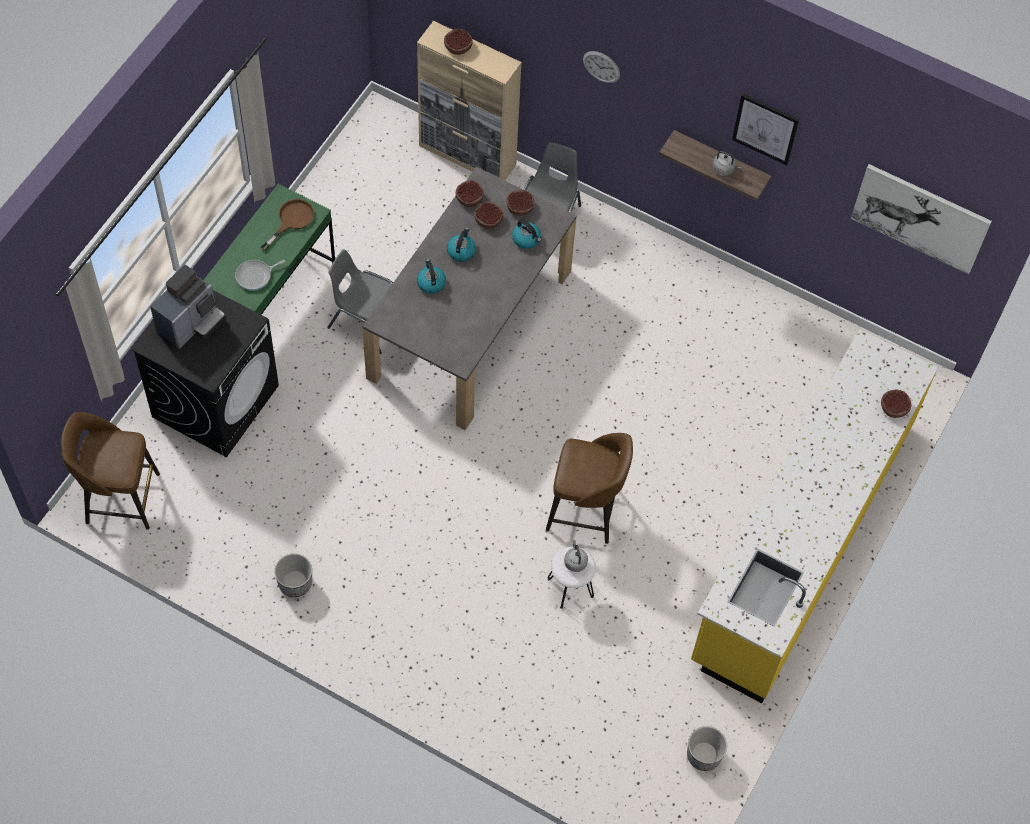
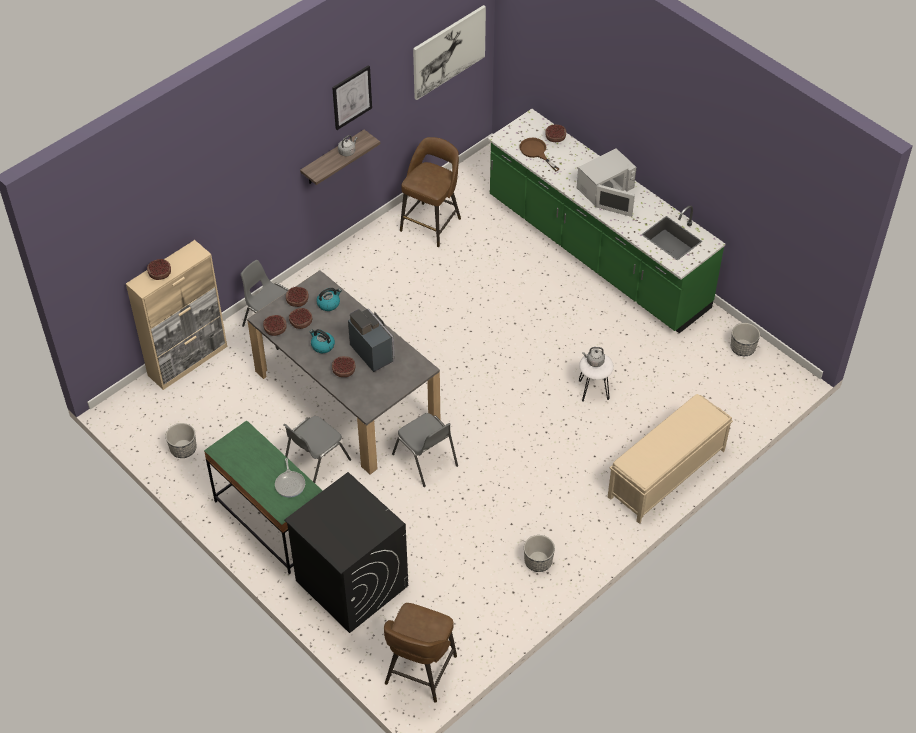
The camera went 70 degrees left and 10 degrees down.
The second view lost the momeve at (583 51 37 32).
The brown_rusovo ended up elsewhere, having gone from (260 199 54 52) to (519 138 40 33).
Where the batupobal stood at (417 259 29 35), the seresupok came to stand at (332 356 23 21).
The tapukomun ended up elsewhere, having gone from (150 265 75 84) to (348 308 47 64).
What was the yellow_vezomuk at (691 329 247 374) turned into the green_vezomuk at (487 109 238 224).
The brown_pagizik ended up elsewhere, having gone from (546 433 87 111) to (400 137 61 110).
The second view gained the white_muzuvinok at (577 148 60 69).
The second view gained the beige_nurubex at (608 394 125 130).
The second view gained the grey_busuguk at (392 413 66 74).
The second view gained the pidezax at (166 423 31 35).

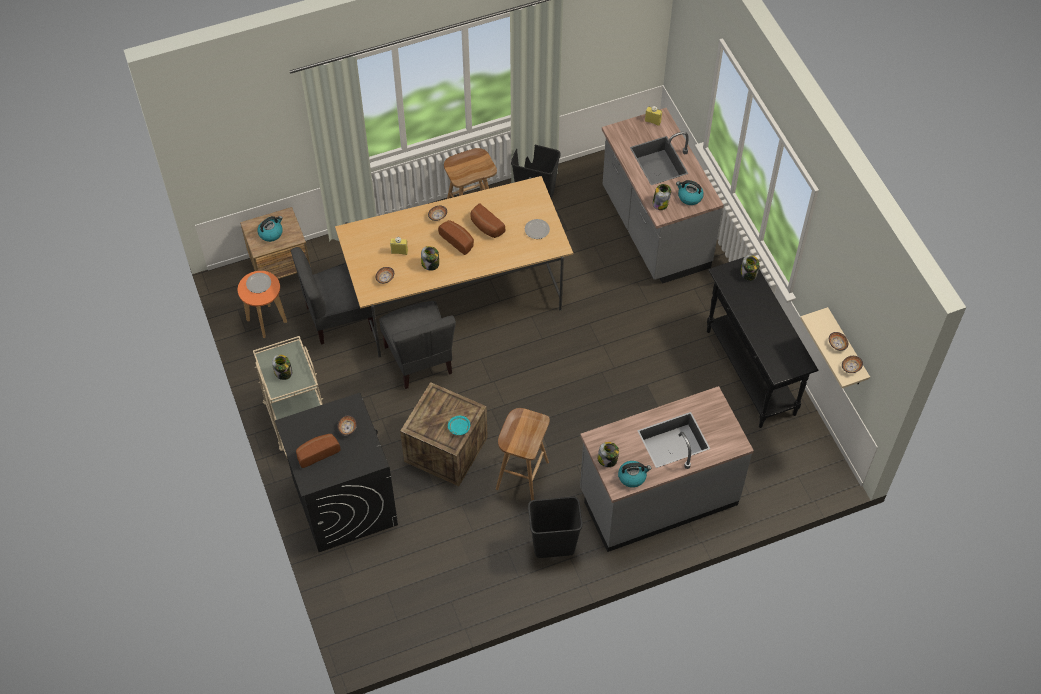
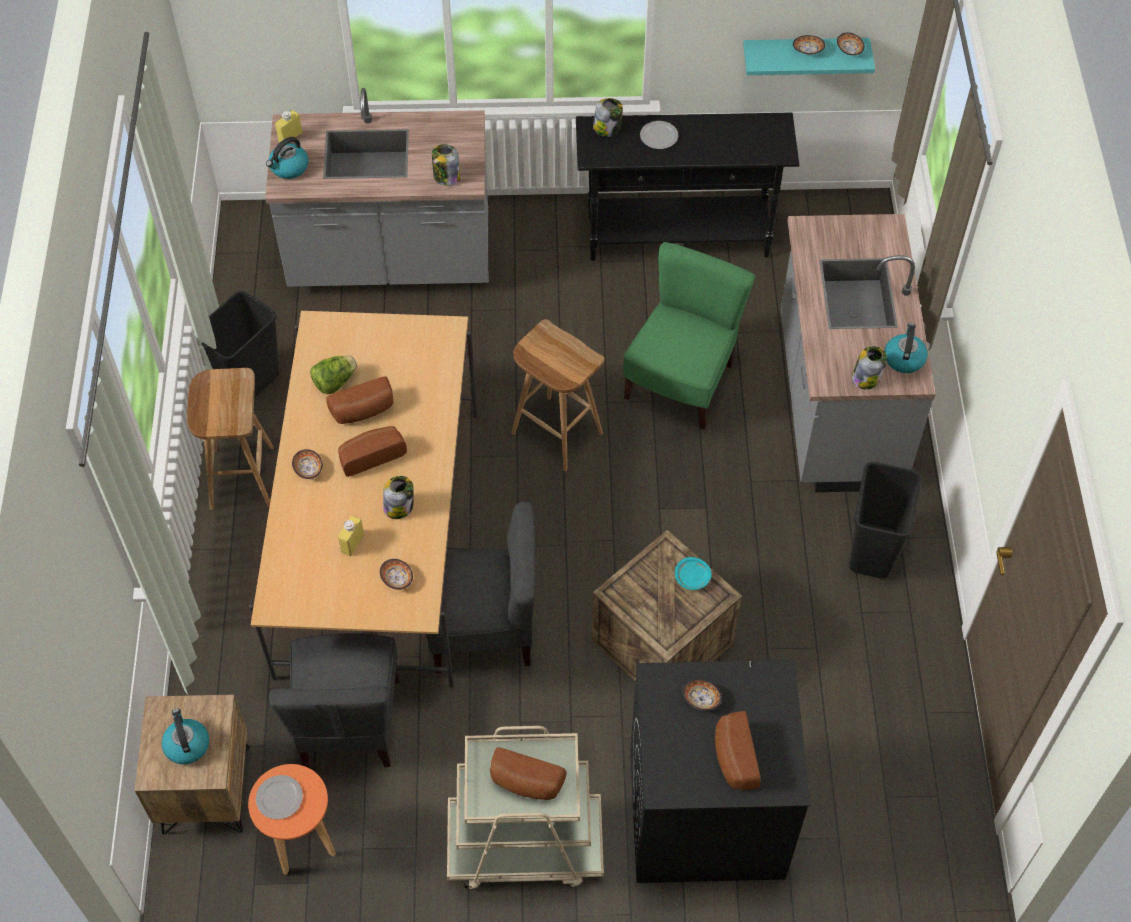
The camera went 70 degrees left and 0 degrees up.
The batupobal ended up elsewhere, having gone from (676 180 28 25) to (266 137 43 42).
The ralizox ended up elsewhere, having gone from (525 219 25 20) to (640 121 38 28).
What was the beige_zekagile at (800 307 70 81) turned into the turquoise_zekagile at (743 38 132 37).
Where the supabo stood at (272 355 20 25), the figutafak came to stand at (490 747 76 53).
The brown_pagizik ended up elsewhere, having gone from (496 408 54 93) to (511 319 94 152).
The second view gained the green_busuguk at (623 242 132 188).
The second view gained the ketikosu at (310 355 47 39).

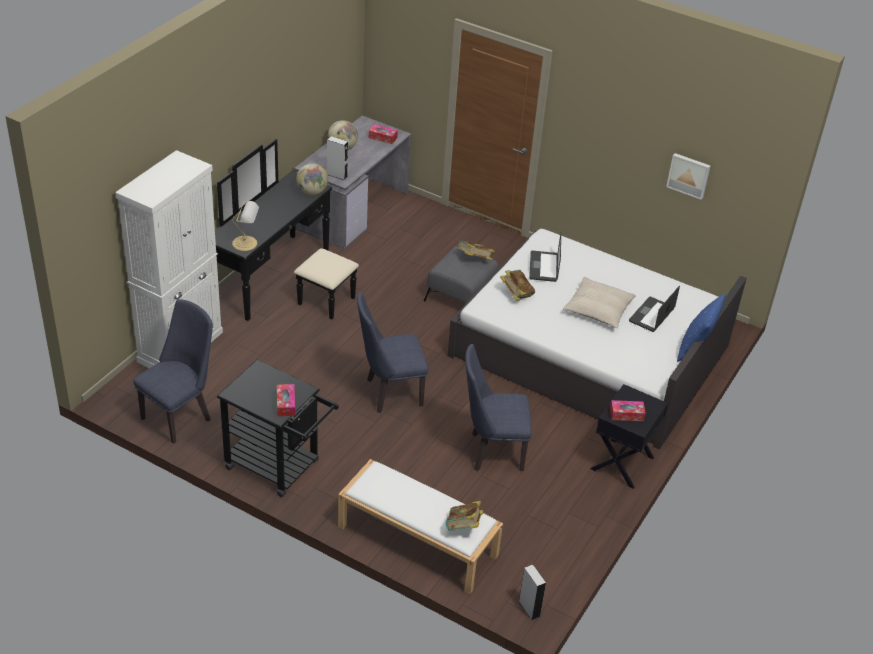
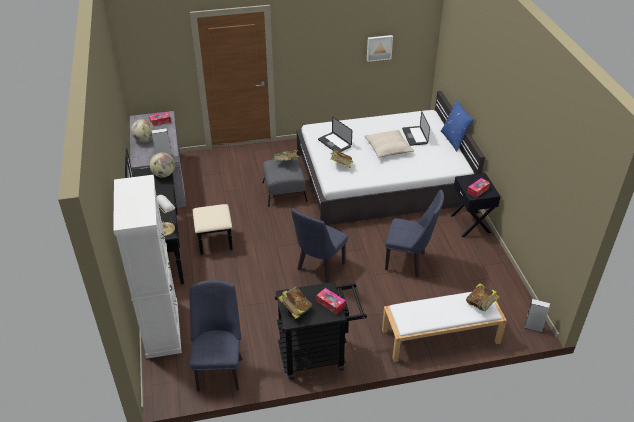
The camera went 40 degrees left and 0 degrees up.
The blue_busuguk at (465 344 67 127) ended up facing another way, 120 degrees counterclockwise from before.
The second view gained the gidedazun at (278 287 34 32).

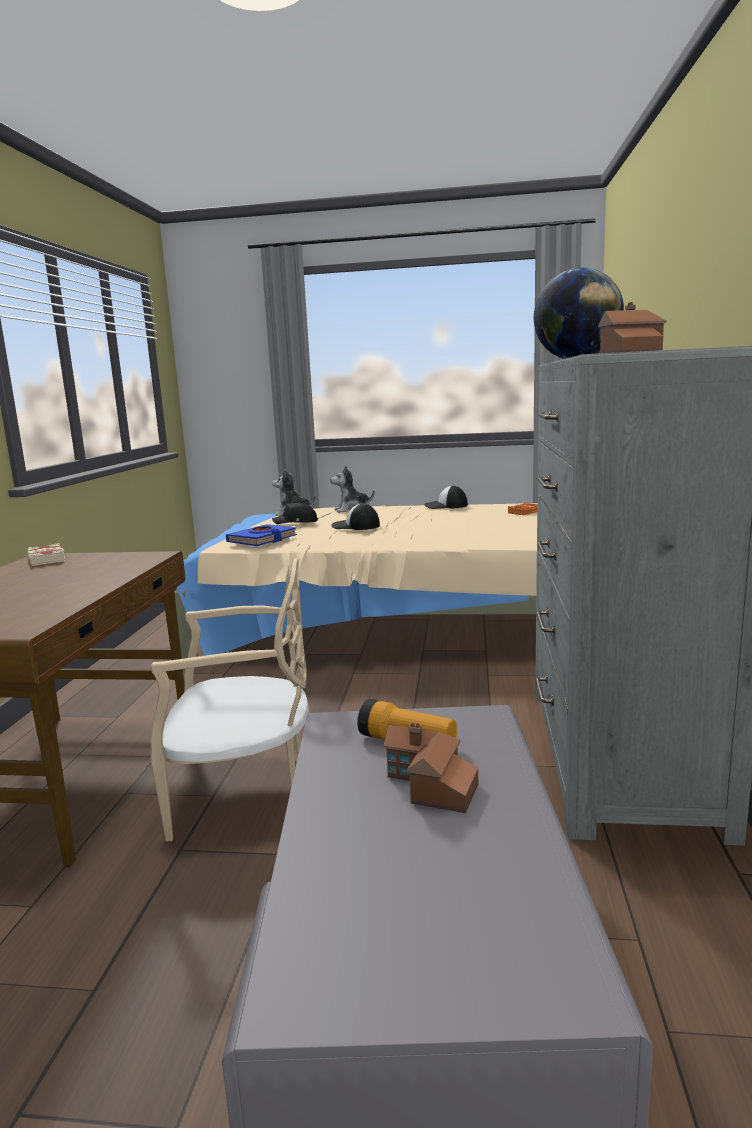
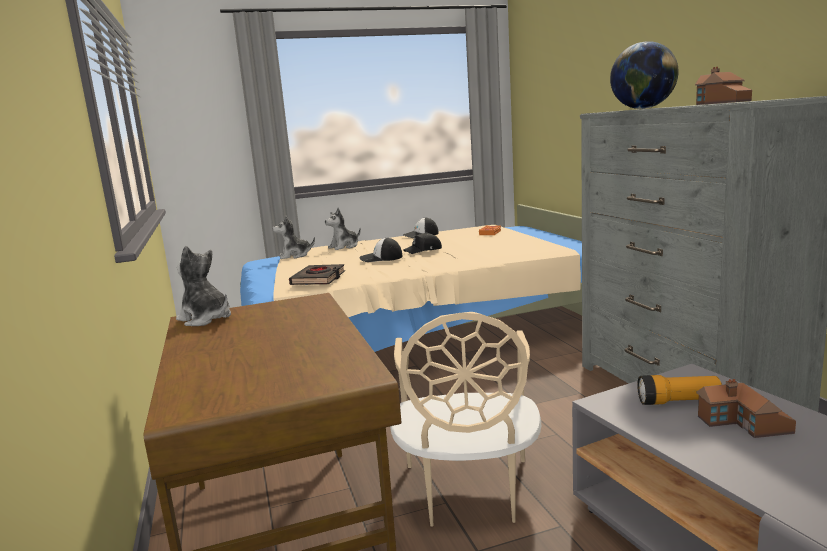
The camera went 25 degrees left and 0 degrees up.
The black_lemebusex ended up elsewhere, having gone from (272 502 46 22) to (403 233 39 21).
What was the blue_gidedazun at (226 524 71 22) turned into the black_gidedazun at (289 264 56 21).
Where the beige_gidedazun stood at (28 543 37 23), the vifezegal came to stand at (176 246 55 80).
The beige_busuguk at (151 558 158 284) ended up facing another way, 120 degrees clockwise from before.

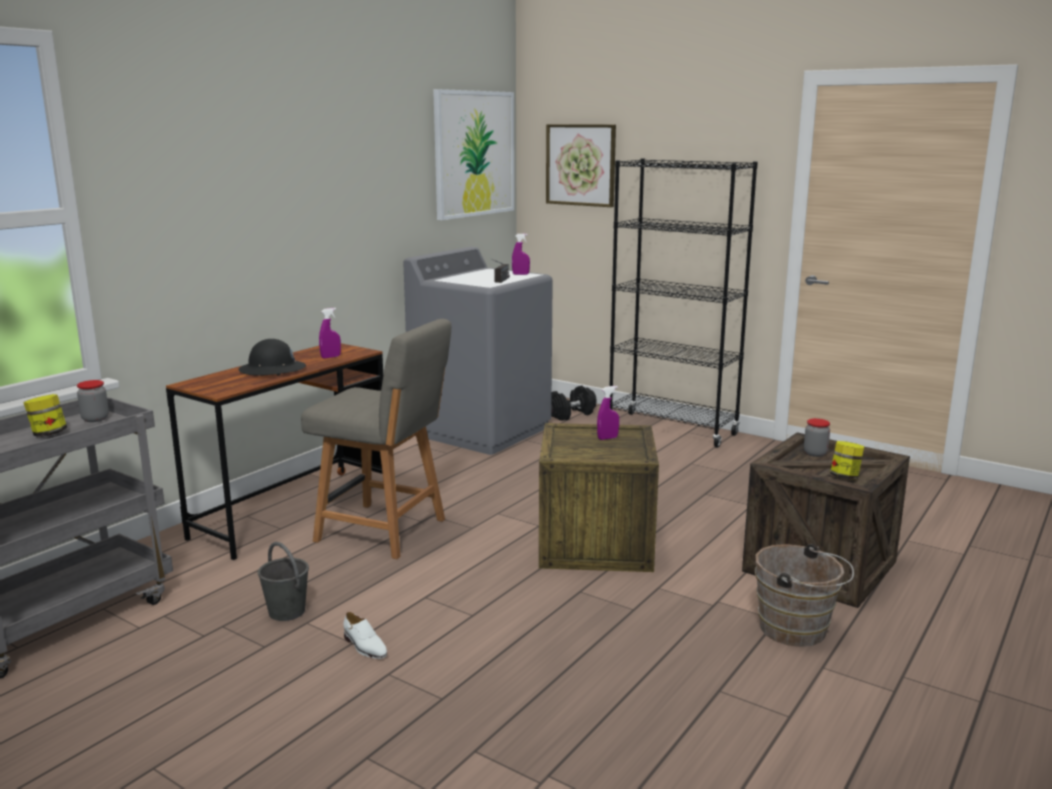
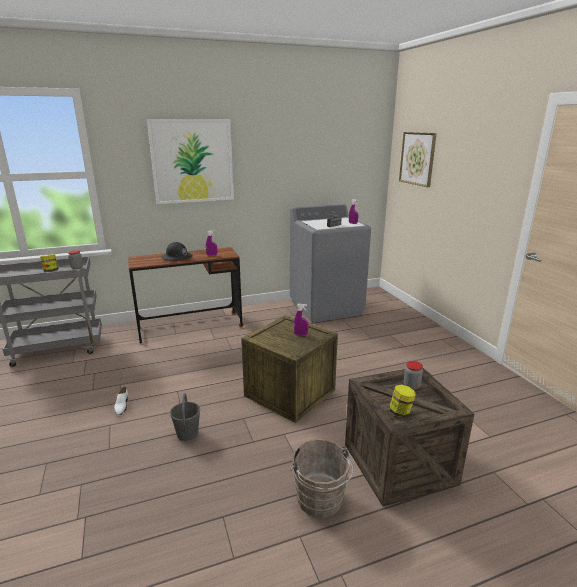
The camera went 35 degrees right and 5 degrees up.
The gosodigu ended up elsewhere, having gone from (433 89 81 131) to (147 119 87 85).
The second view lost the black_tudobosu at (610 158 148 290).
The second view lost the grey_busuguk at (301 319 150 240).
The second view lost the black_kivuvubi at (551 385 45 36).
The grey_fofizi ended up elsewhere, having gone from (258 542 51 79) to (170 393 30 48).

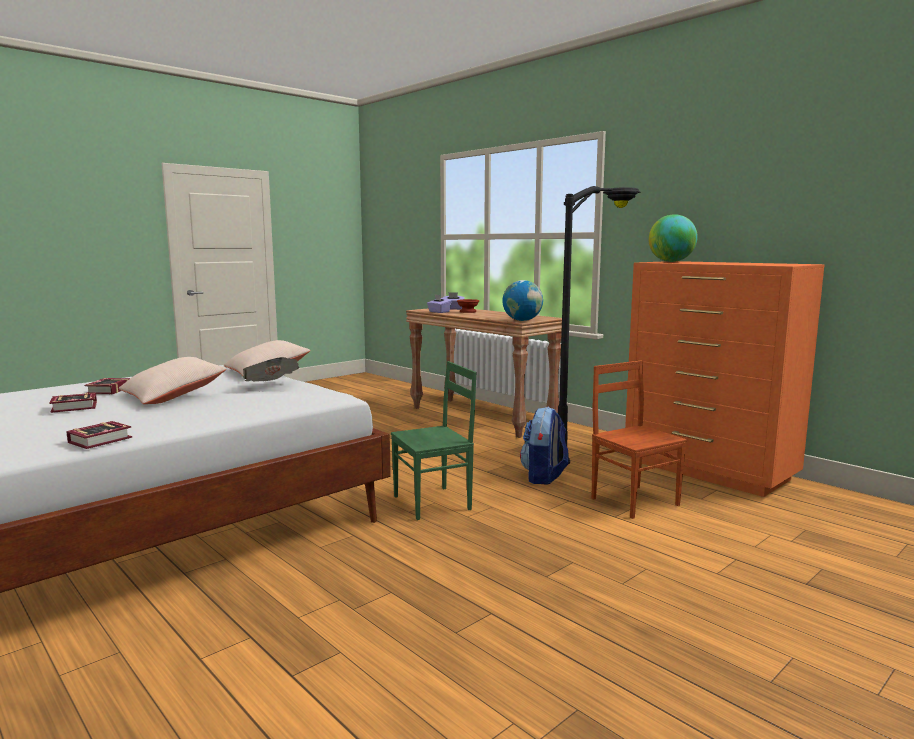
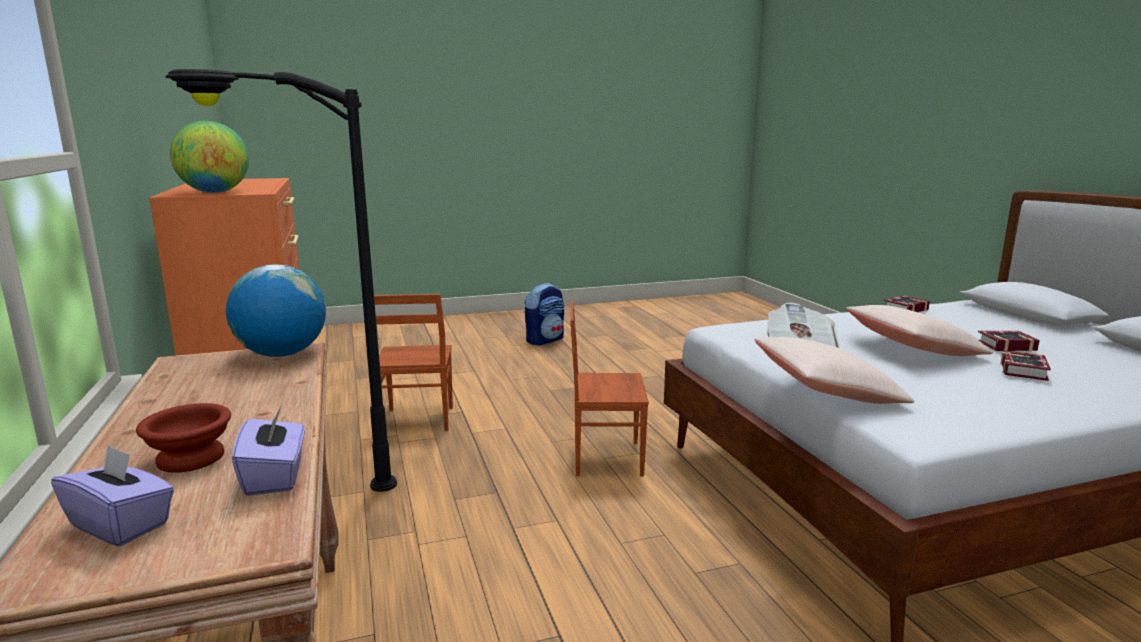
The camera went 155 degrees left and 5 degrees up.
What was the green_busuguk at (391 361 86 159) turned into the brown_busuguk at (570 300 79 176).
The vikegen ended up elsewhere, having gone from (520 407 49 78) to (525 283 40 62).

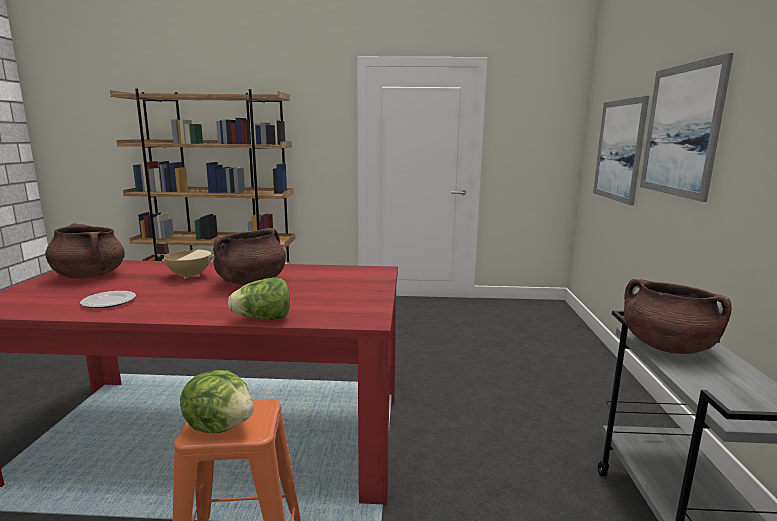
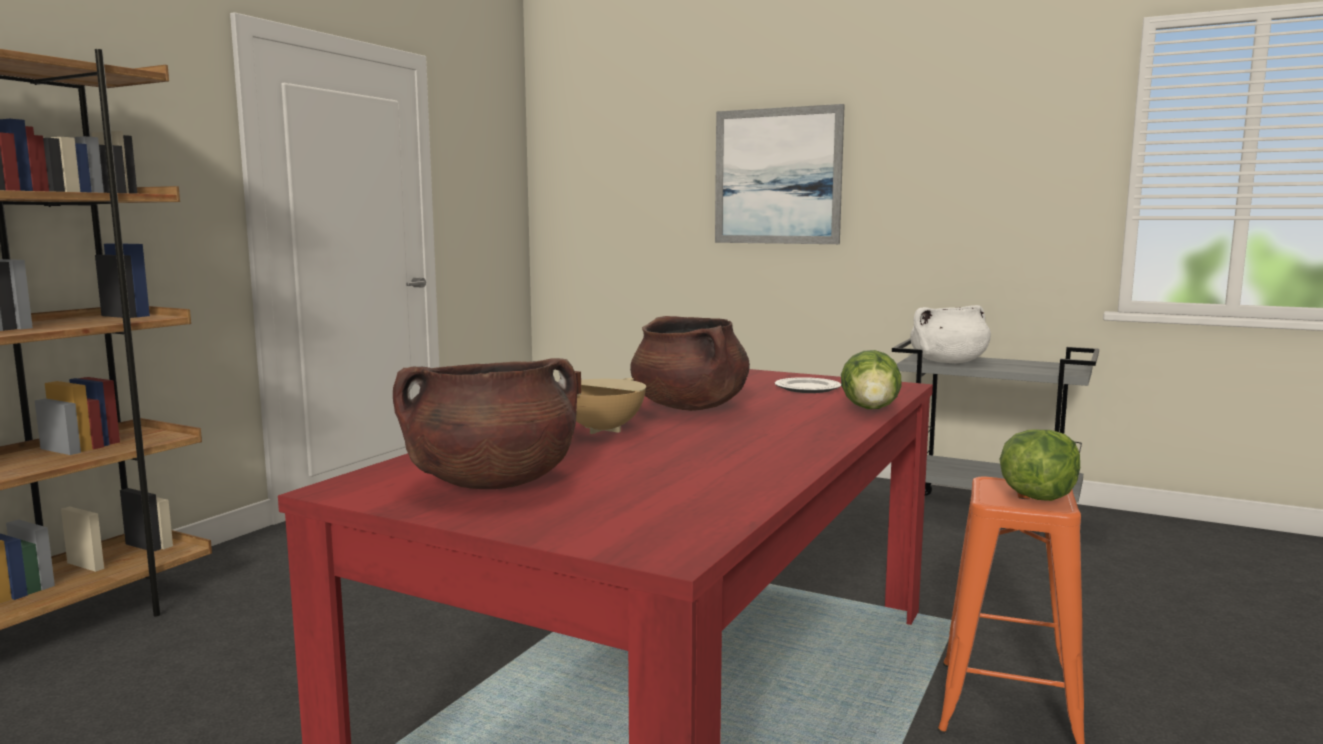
The camera went 65 degrees left and 5 degrees down.
The second view lost the gosodigu at (593 96 56 110).
What was the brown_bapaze at (624 279 108 75) turned into the white_bapaze at (910 305 81 58).
The ralizox ended up elsewhere, having gone from (80 291 56 17) to (775 377 66 16).

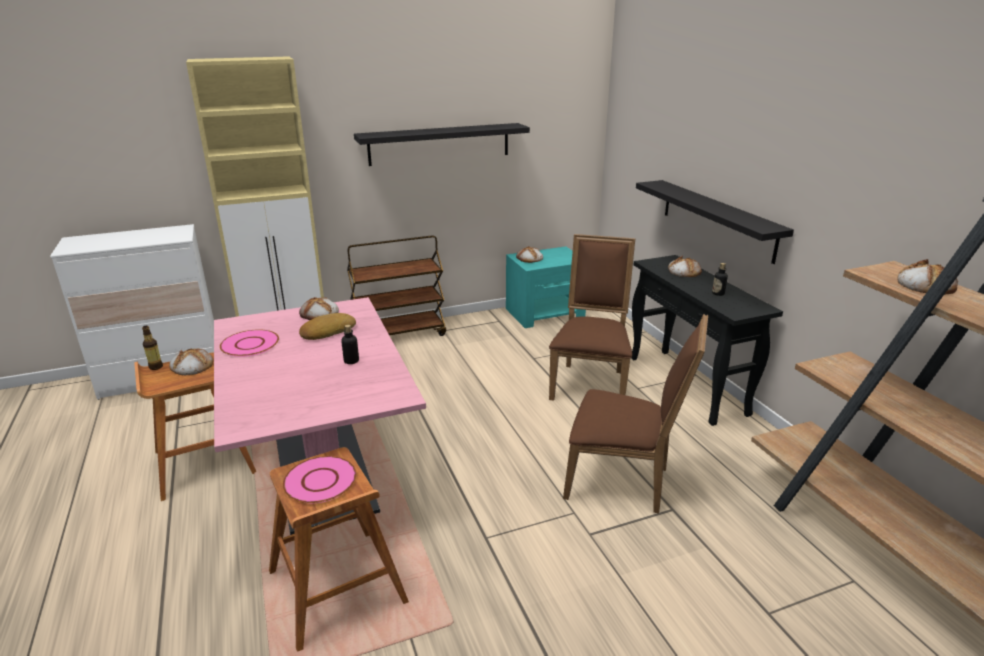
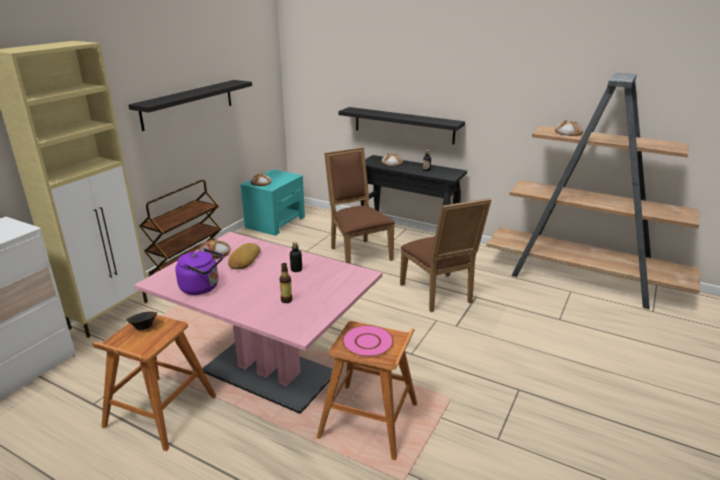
The camera went 40 degrees left and 0 degrees up.
The brown_busuguk at (563 314 145 200) ended up facing another way, 90 degrees clockwise from before.
The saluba ended up elsewhere, having gone from (142 326 21 44) to (279 263 13 40).
Where the pink_ralizox stood at (220 329 59 28), the purple_batupobal came to stand at (175 248 49 47).
Where the figutafak stood at (169 348 45 27), the brown_seresupok came to stand at (126 311 31 19).

